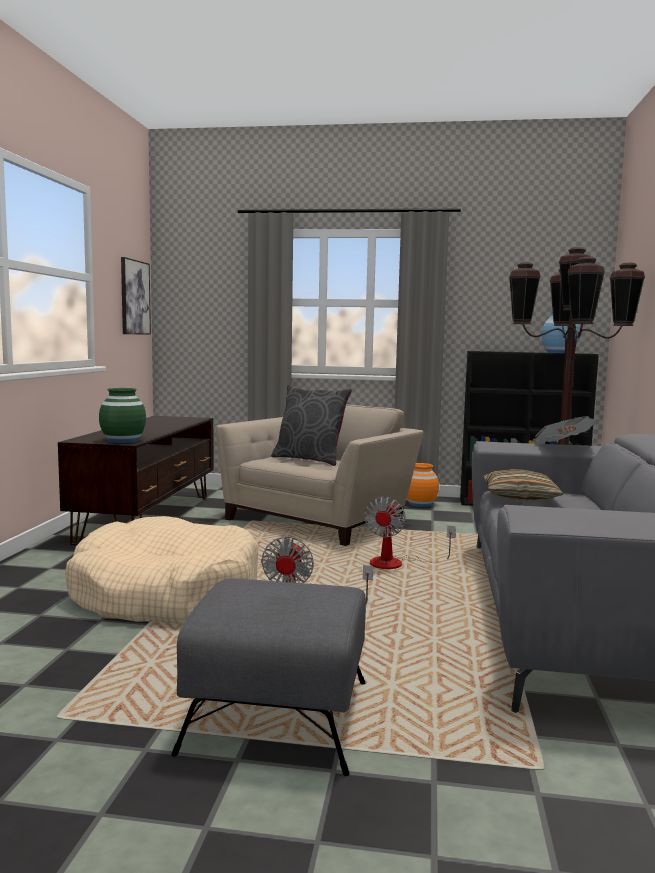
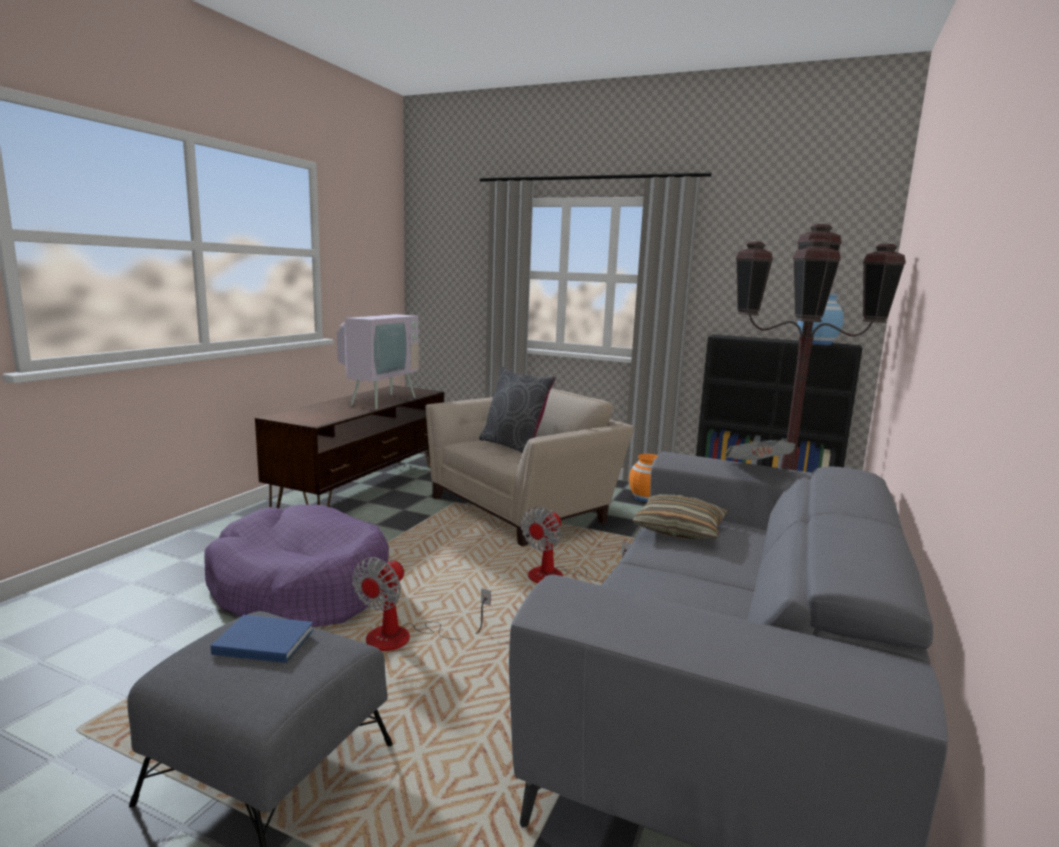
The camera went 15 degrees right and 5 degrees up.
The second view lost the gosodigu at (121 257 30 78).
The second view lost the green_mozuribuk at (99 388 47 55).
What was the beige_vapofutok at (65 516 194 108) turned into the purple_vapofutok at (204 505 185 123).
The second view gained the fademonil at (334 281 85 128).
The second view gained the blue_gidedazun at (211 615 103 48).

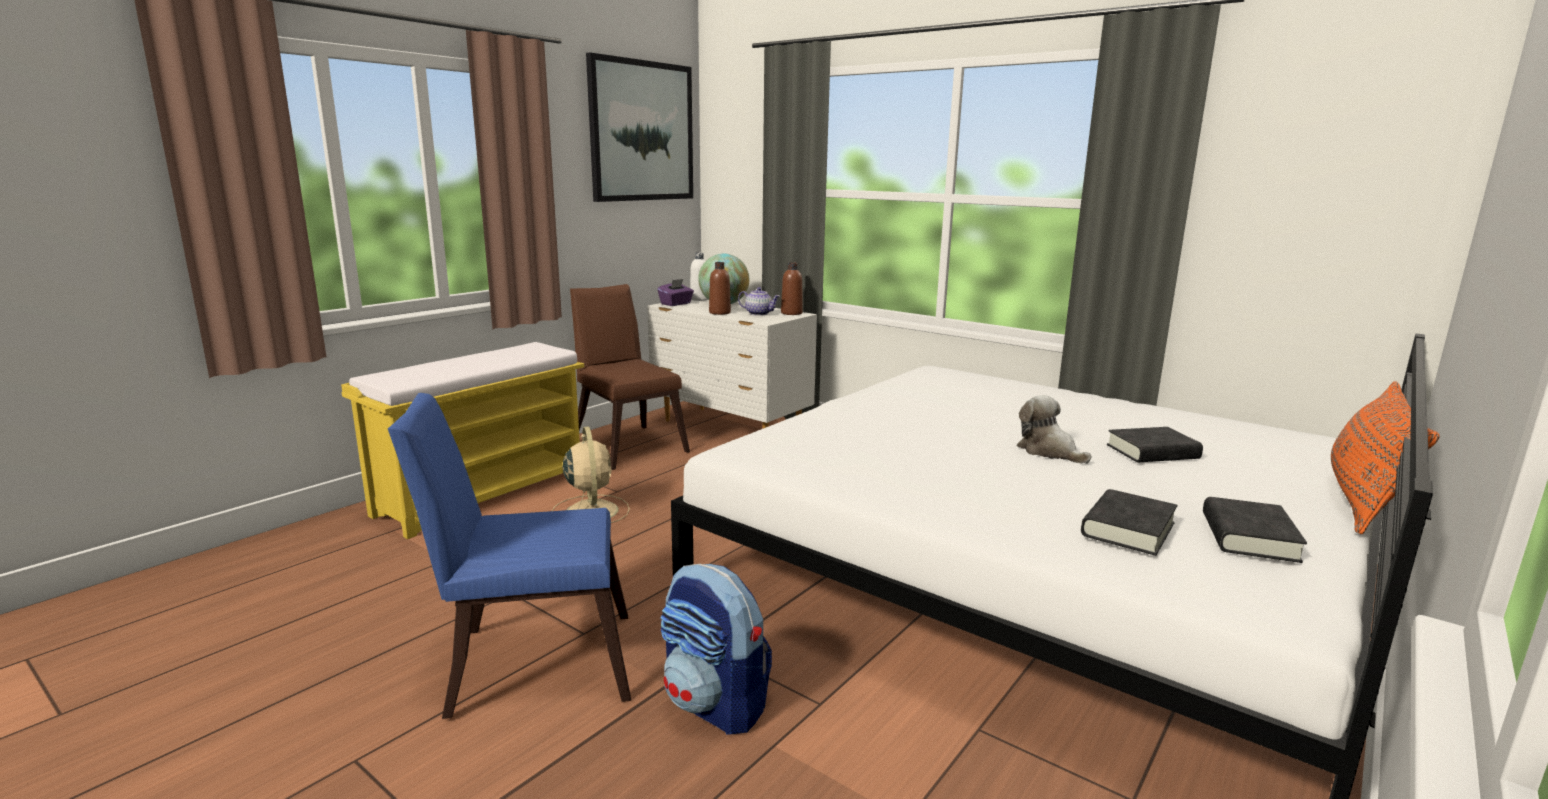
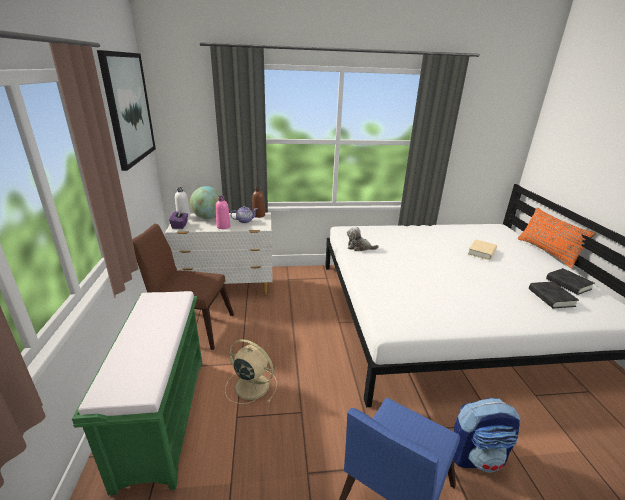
The camera went 45 degrees left and 10 degrees up.
What was the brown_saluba at (709 262 22 53) turned into the pink_saluba at (215 196 16 33).
What was the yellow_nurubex at (341 342 243 197) turned into the green_nurubex at (72 291 130 204).
The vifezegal ended up elsewhere, having gone from (1017 395 75 69) to (347 226 32 25).
What was the black_gidedazun at (1107 427 96 35) turned into the beige_gidedazun at (468 239 29 21).

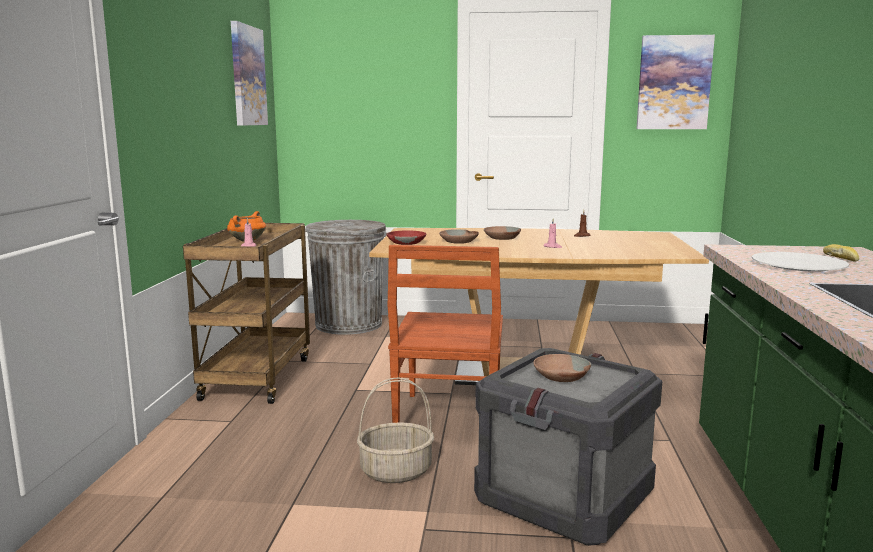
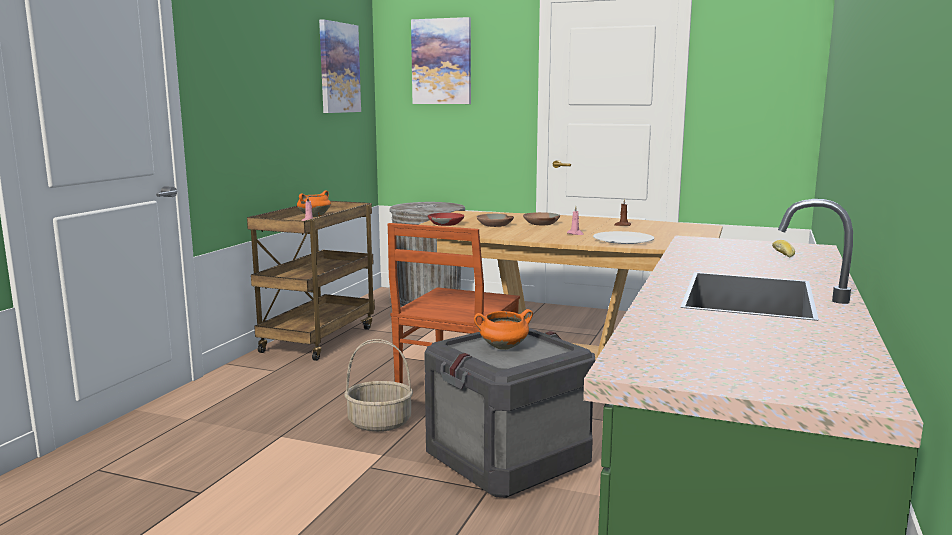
The camera went 15 degrees right and 0 degrees up.
The gosodigu ended up elsewhere, having gone from (636 35 79 94) to (411 17 60 87).
The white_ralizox ended up elsewhere, having gone from (752 252 97 19) to (593 231 61 13).
Where the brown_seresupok stood at (533 354 58 28), the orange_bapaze came to stand at (474 309 59 41).

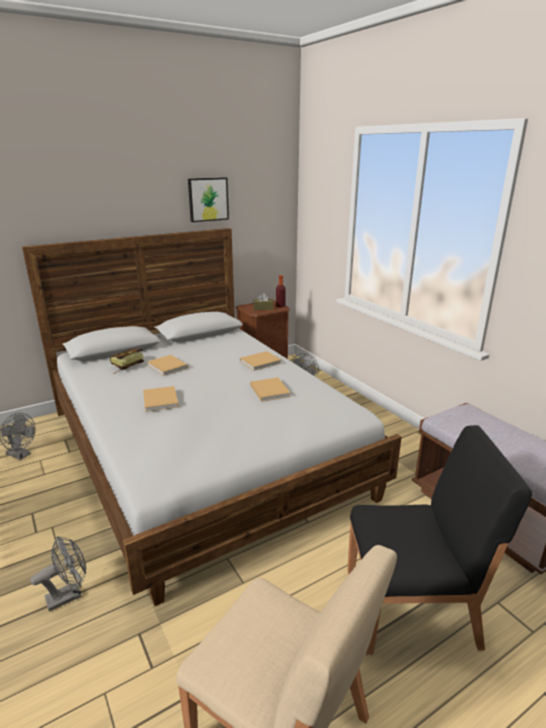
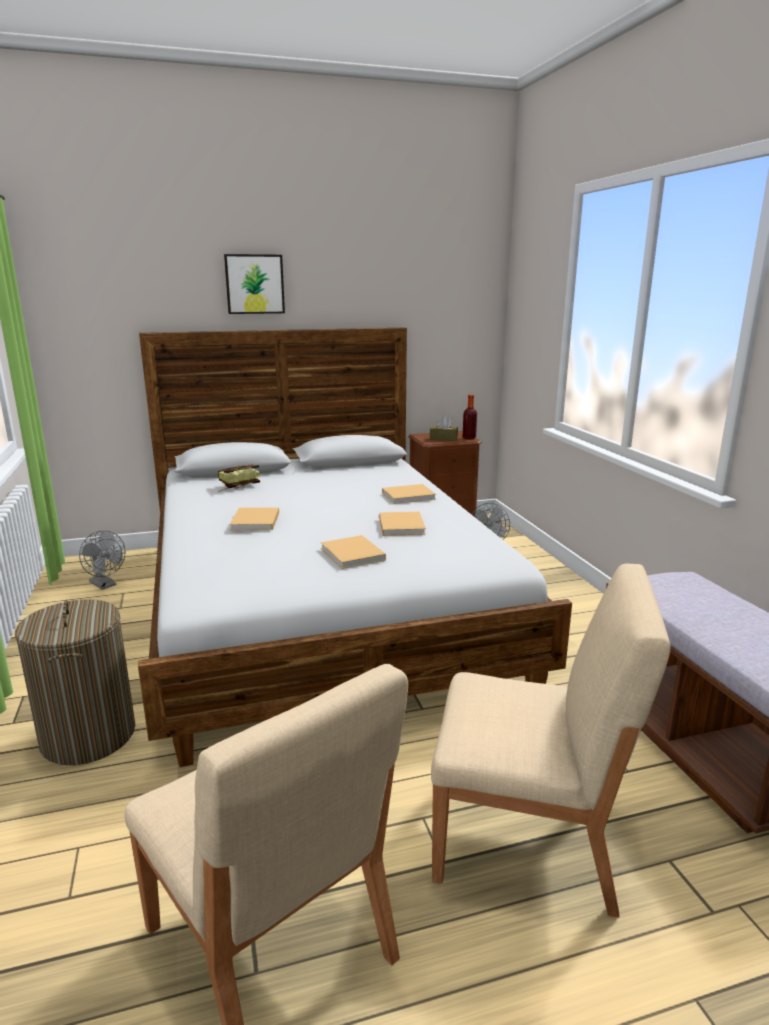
The camera went 15 degrees right and 5 degrees down.
The gosodigu ended up elsewhere, having gone from (188 177 41 45) to (224 254 61 60).
The beige_gidedazun ended up elsewhere, having gone from (147 355 41 21) to (321 535 65 34).
What was the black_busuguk at (347 425 185 230) turned into the beige_busuguk at (431 564 239 354).
Where the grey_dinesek stood at (31 536 55 75), the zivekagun came to stand at (15 600 120 165).

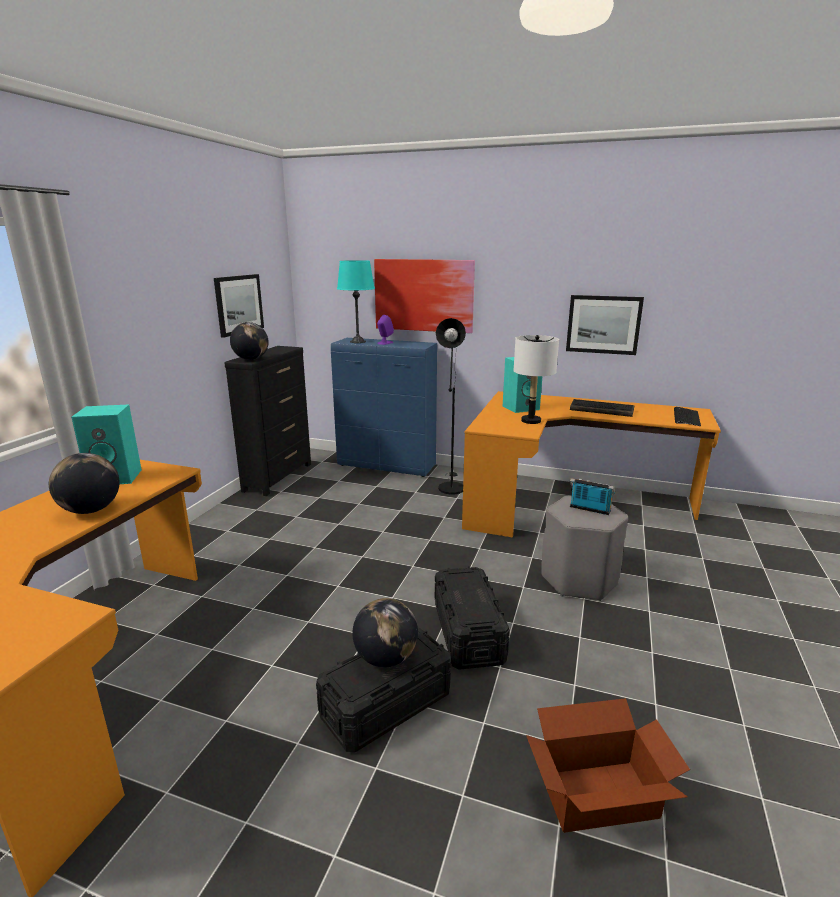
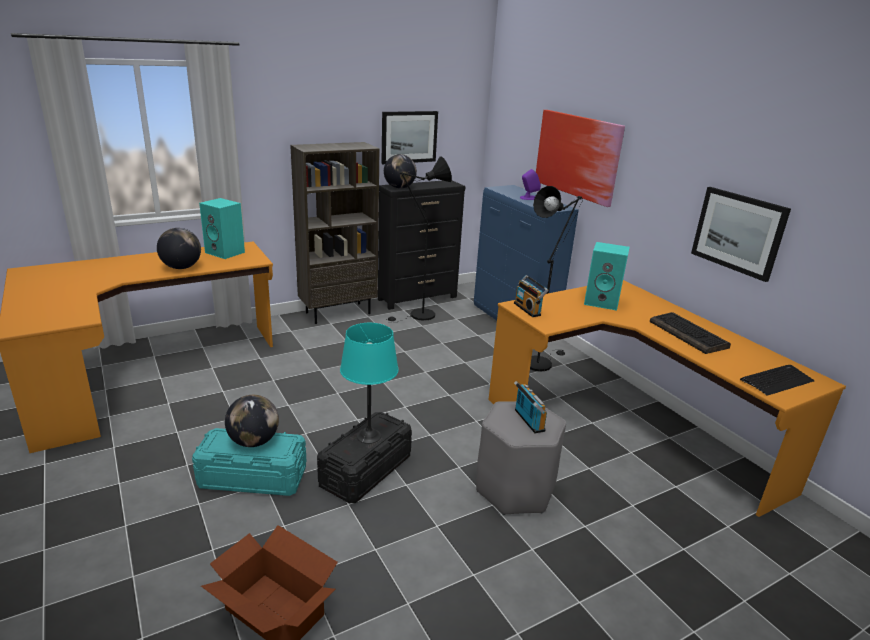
The camera went 40 degrees right and 5 degrees up.
The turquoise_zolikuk ended up elsewhere, having gone from (337 260 38 83) to (340 323 59 121).
The second view lost the white_zolikuk at (514 335 45 89).
What was the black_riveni at (316 628 135 125) turned into the turquoise_riveni at (192 428 115 68).
The second view gained the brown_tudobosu at (290 142 90 182).
The second view gained the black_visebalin at (386 156 66 167).
The second view gained the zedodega at (514 275 35 42).

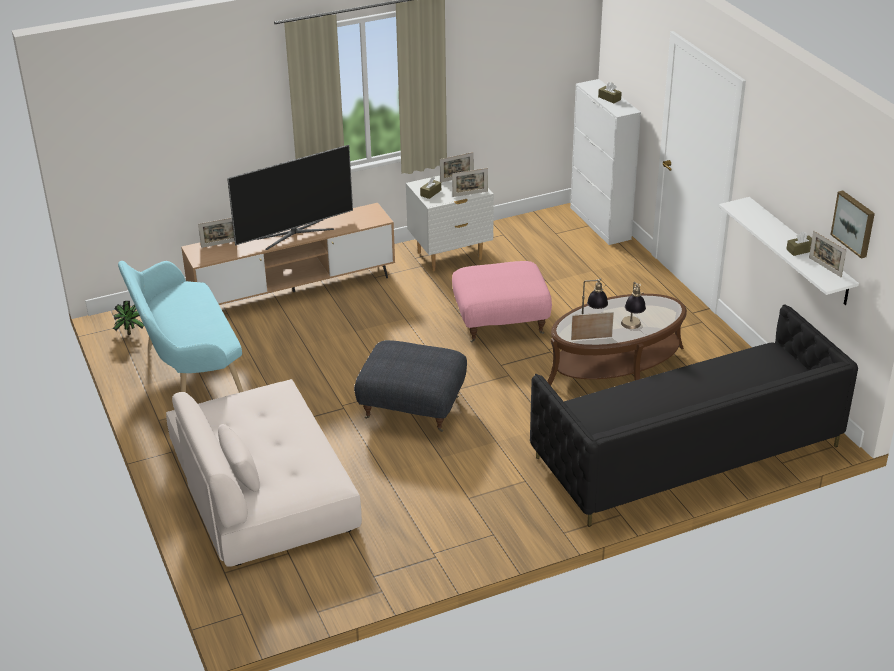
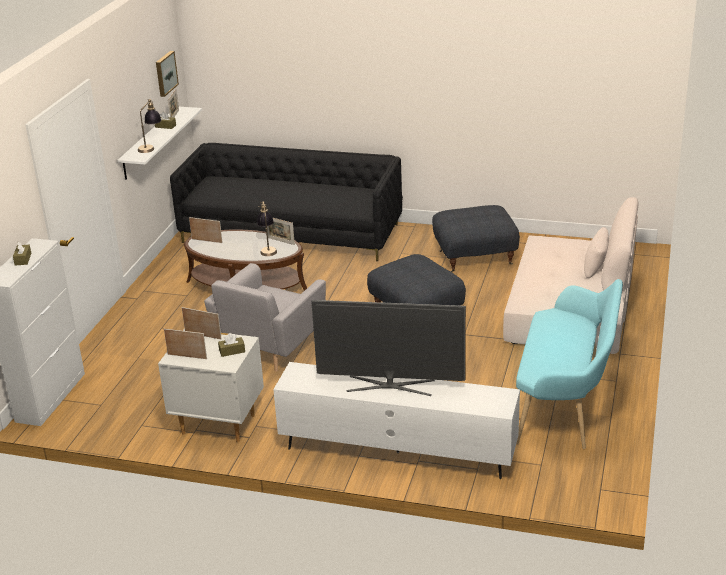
The camera went 140 degrees left and 5 degrees down.
What was the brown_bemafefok at (181 203 214 102) turned into the white_bemafefok at (273 362 247 117).
The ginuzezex ended up elsewhere, having gone from (198 218 37 30) to (189 217 34 26).
Where the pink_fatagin stood at (452 261 100 82), the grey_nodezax came to stand at (204 263 122 109).
The zolikuk ended up elsewhere, having gone from (621 282 25 47) to (138 99 24 54).
The second view lost the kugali at (113 301 31 34).
The second view gained the grey_fatagin at (432 205 88 67).

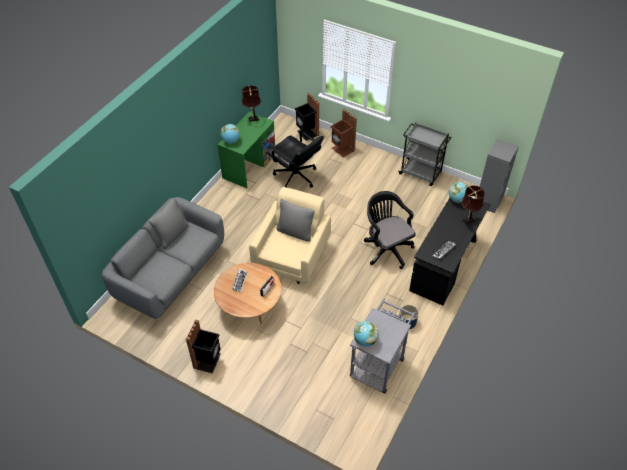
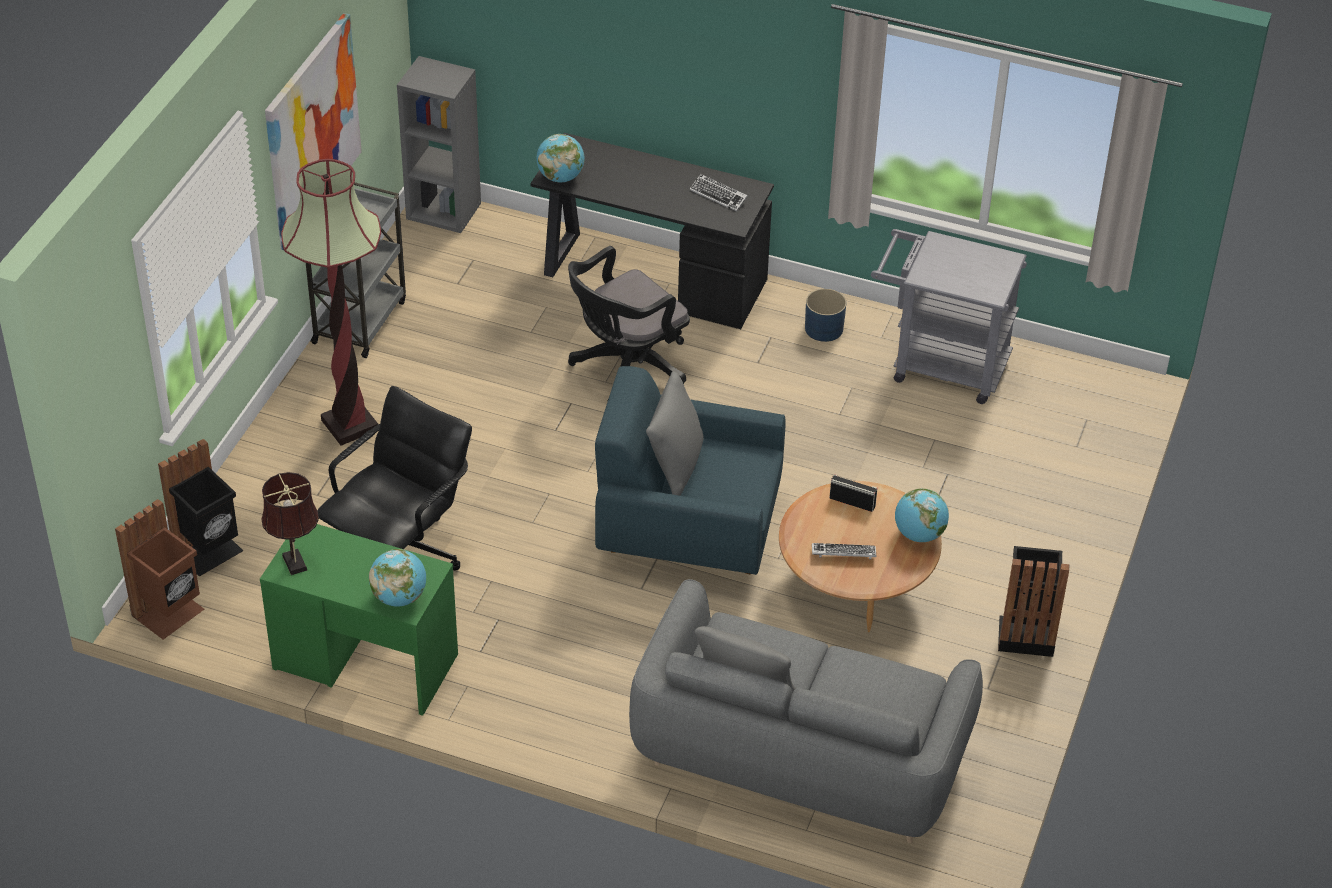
The camera went 100 degrees left and 5 degrees down.
The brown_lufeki ended up elsewhere, having gone from (331 109 26 48) to (115 499 89 141).
The second view lost the brown_zolikuk at (461 186 24 39).
What was the beige_nodezax at (249 187 82 97) turned into the blue_nodezax at (595 366 190 209).
The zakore ended up elsewhere, having gone from (354 321 25 25) to (895 488 54 54).
The second view gained the gosodigu at (265 13 97 237).
The second view gained the visebalin at (281 159 100 286).

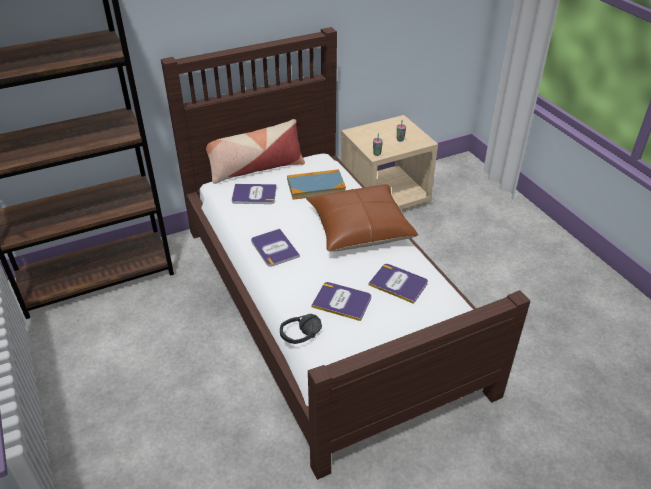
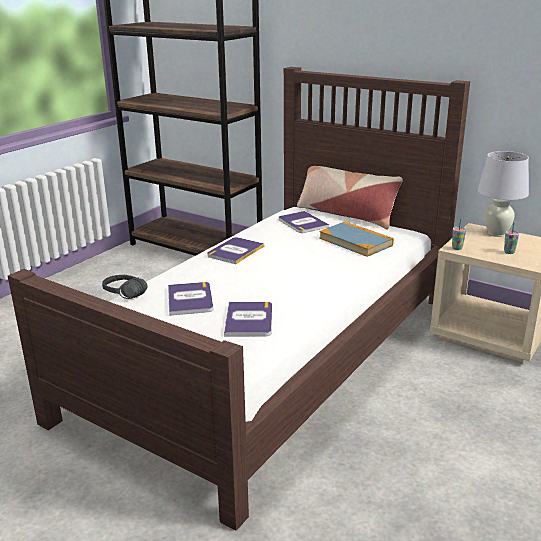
The camera went 60 degrees right and 15 degrees down.
The second view lost the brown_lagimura at (306 184 112 68).
The second view gained the white_zolikuk at (477 151 52 86).

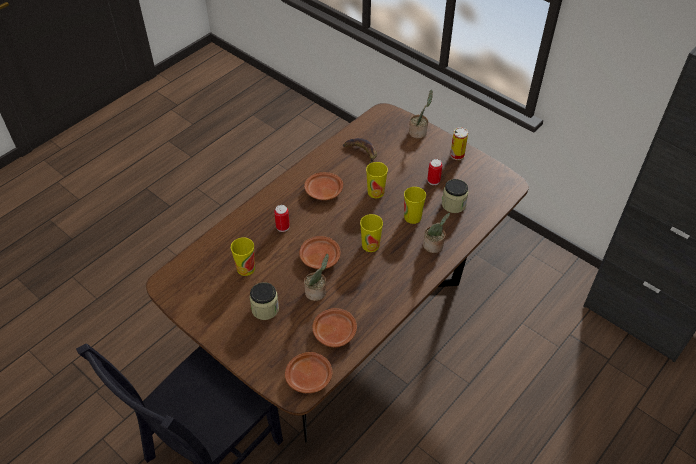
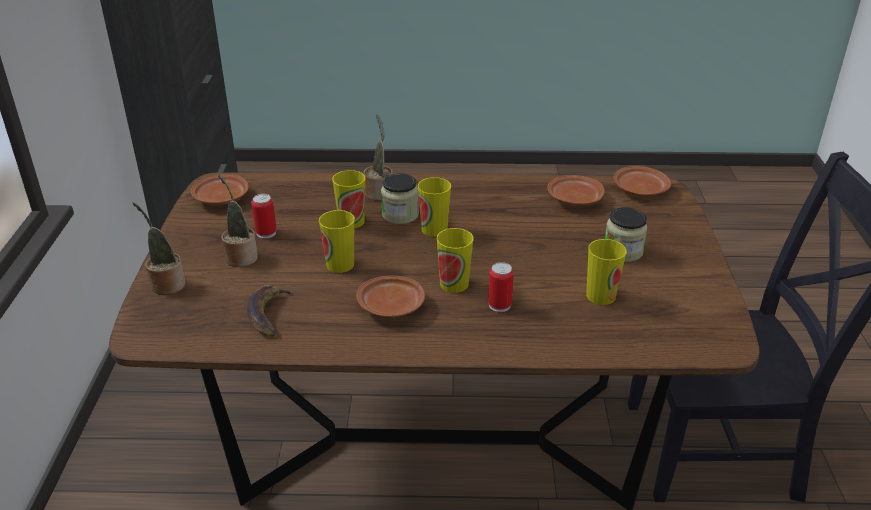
The camera went 130 degrees left and 15 degrees down.
The second view lost the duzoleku at (450 127 18 33).
The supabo ended up elsewhere, having gone from (442 179 26 34) to (381 173 38 51).
The brown_ralizox ended up elsewhere, having gone from (299 236 42 33) to (191 174 58 31).
The kugali ended up elsewhere, having gone from (304 254 25 47) to (218 174 40 93).
The second view gained the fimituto at (437 228 36 65).

